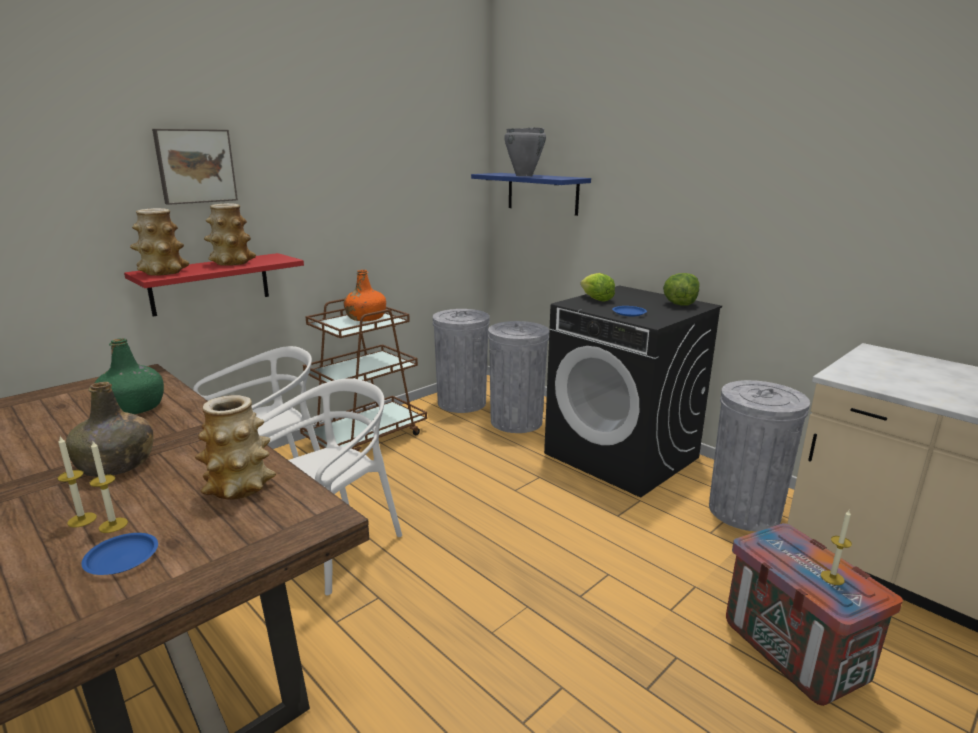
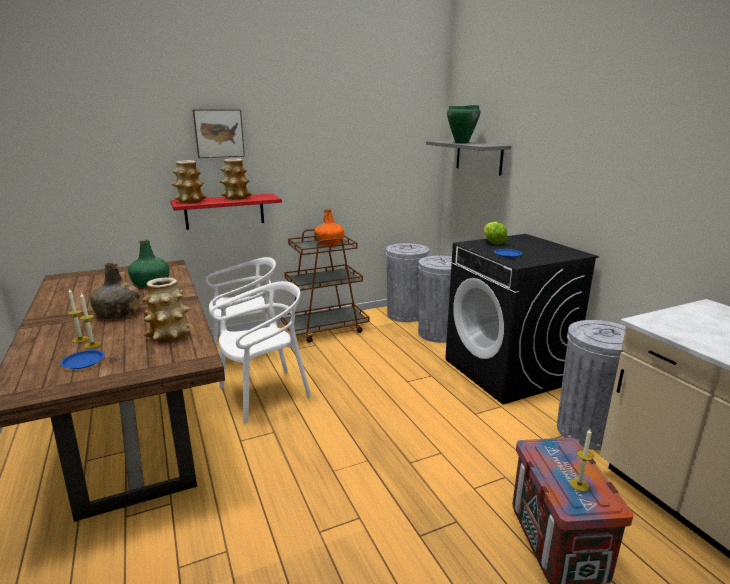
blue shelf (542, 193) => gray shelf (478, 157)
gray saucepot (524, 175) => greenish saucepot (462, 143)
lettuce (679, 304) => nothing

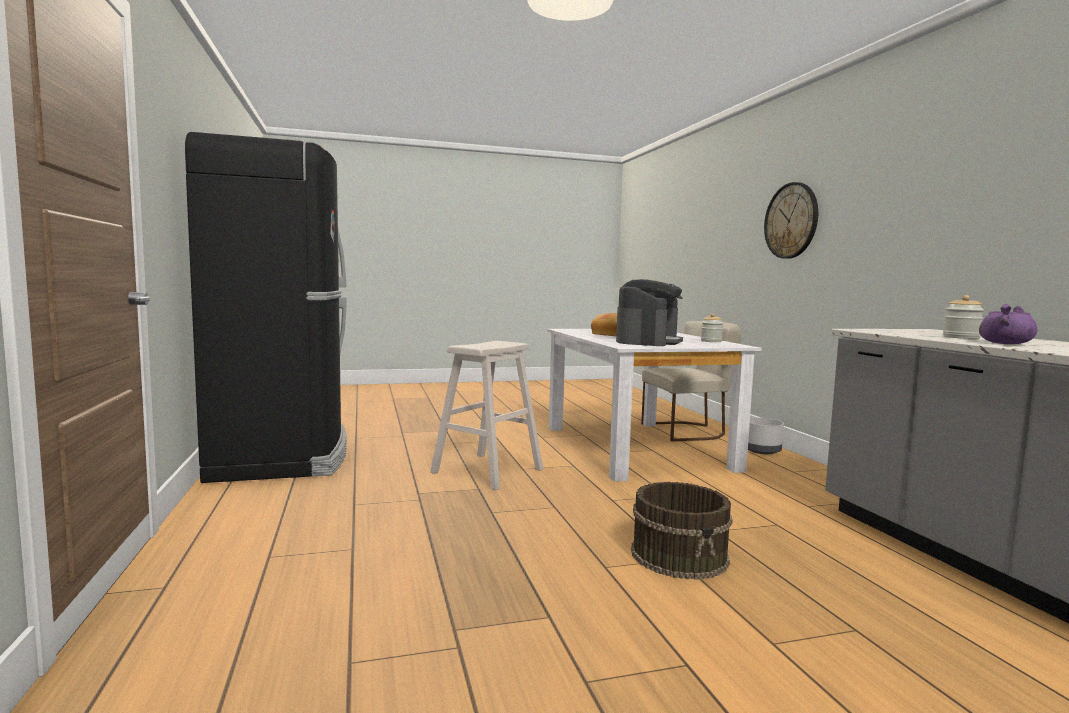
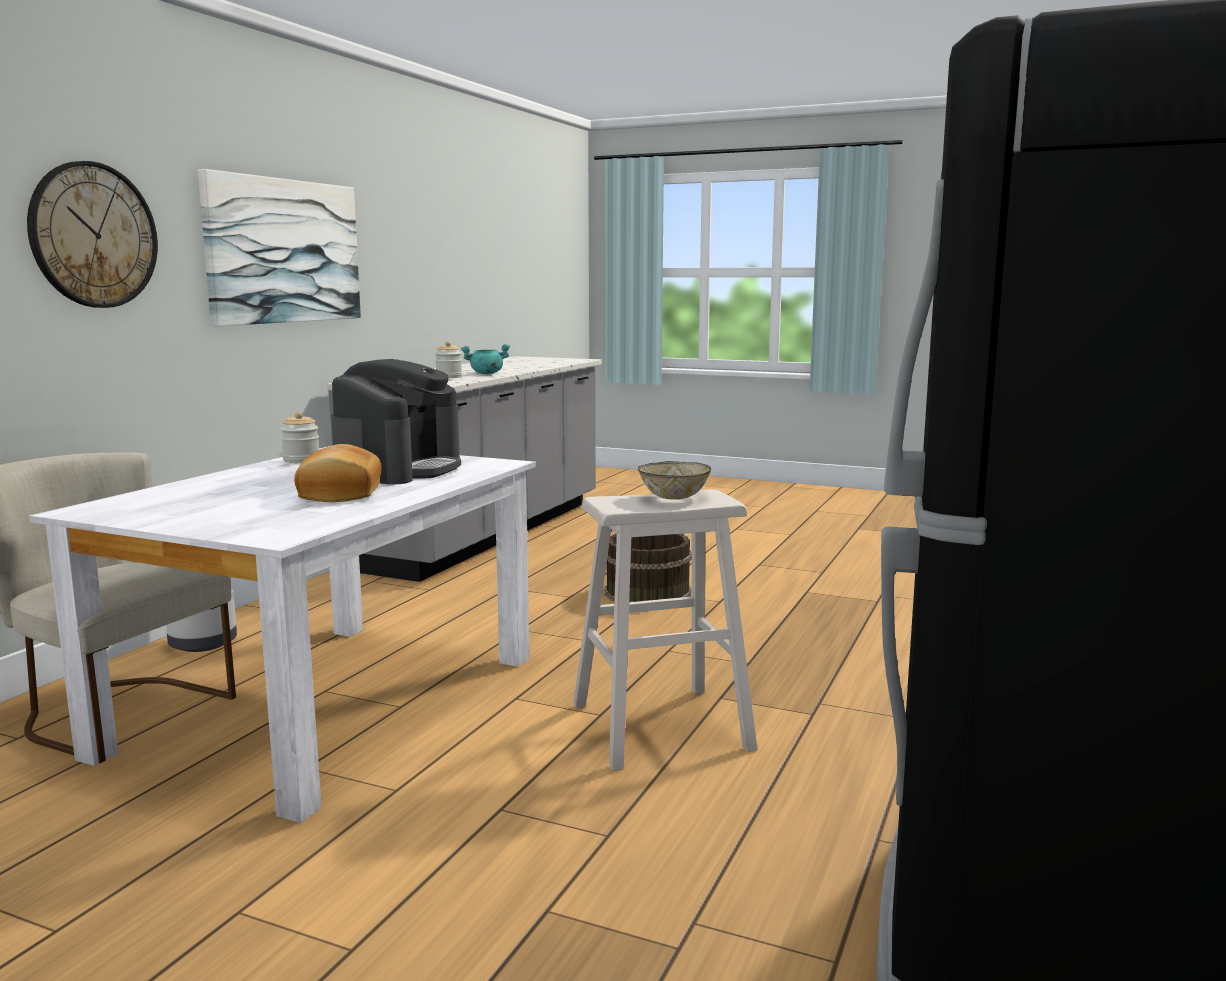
coffee machine (648, 341) => coffee machine (399, 469), 135 degrees clockwise
purplish saucepot (1005, 343) => turquoise-coloured saucepot (486, 373)
nothing => wall picture (284, 251)
nothing => serving bowl (673, 497)

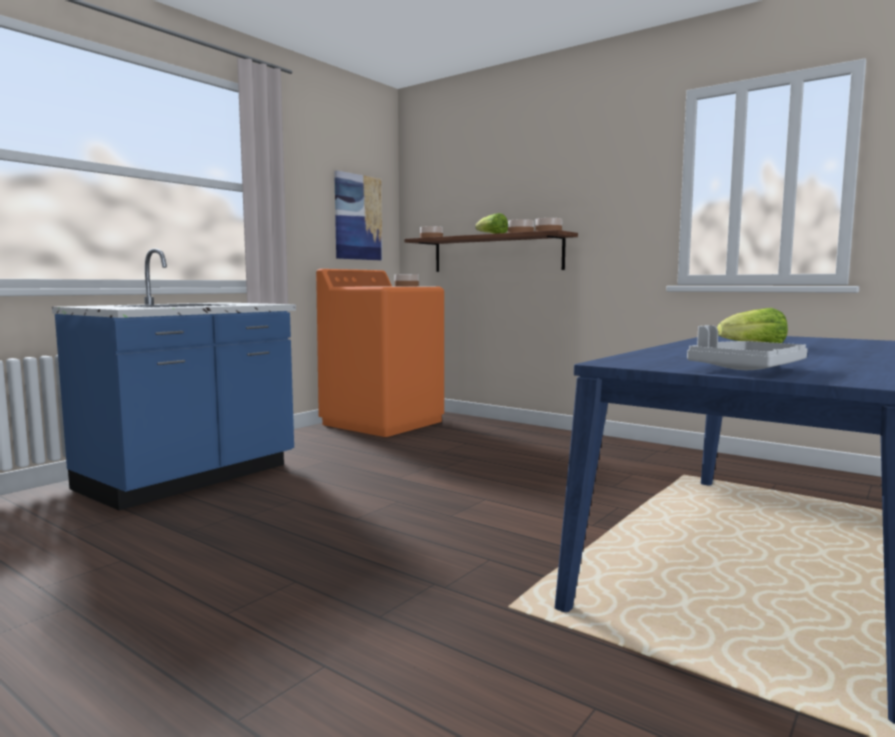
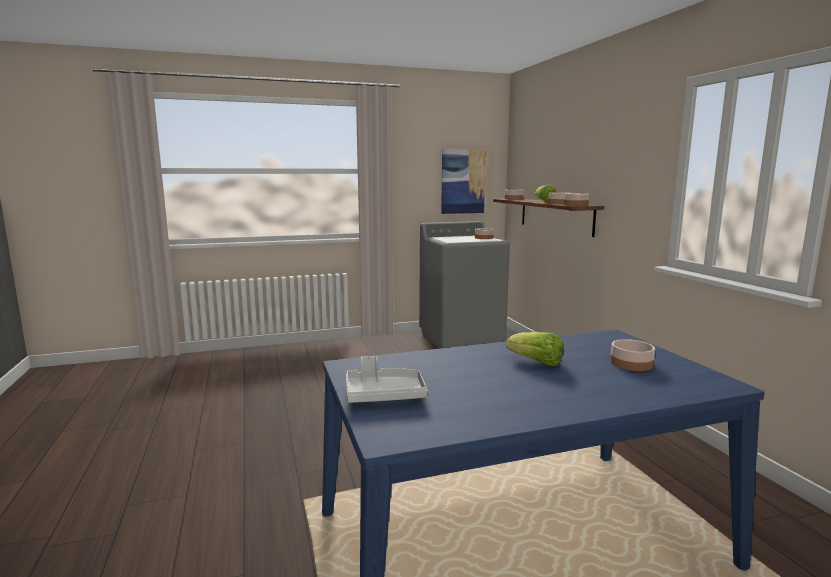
blue kitchen counter (189, 478) => nothing
orangey laundry appliance (383, 423) => gray laundry appliance (461, 338)
nothing => serving bowl (631, 364)

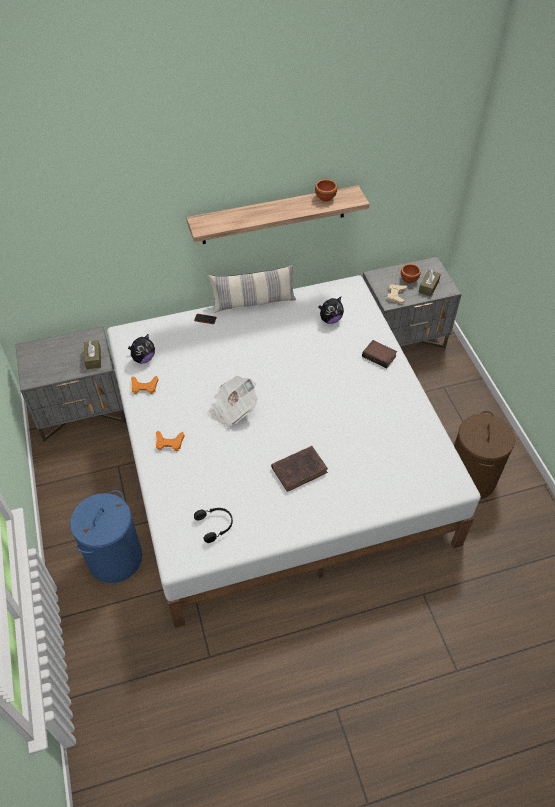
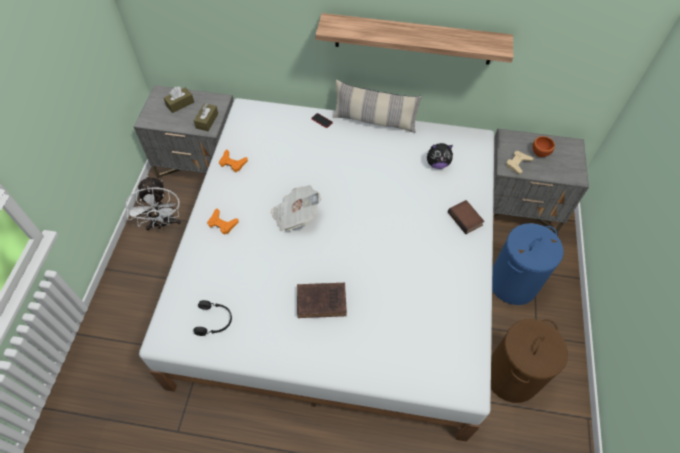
blue laundry basket (115, 557) => blue laundry basket (513, 282), relocated
cuddly toy (143, 358) => nothing
brownish serving bowl (325, 198) => nothing
brownish box of tissues (428, 287) => brownish box of tissues (180, 104), relocated
nothing => white-coloured fan (163, 224)

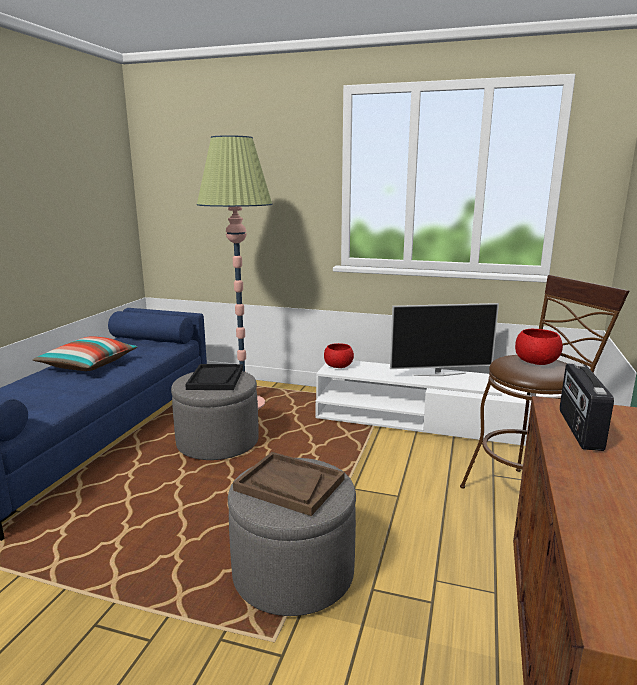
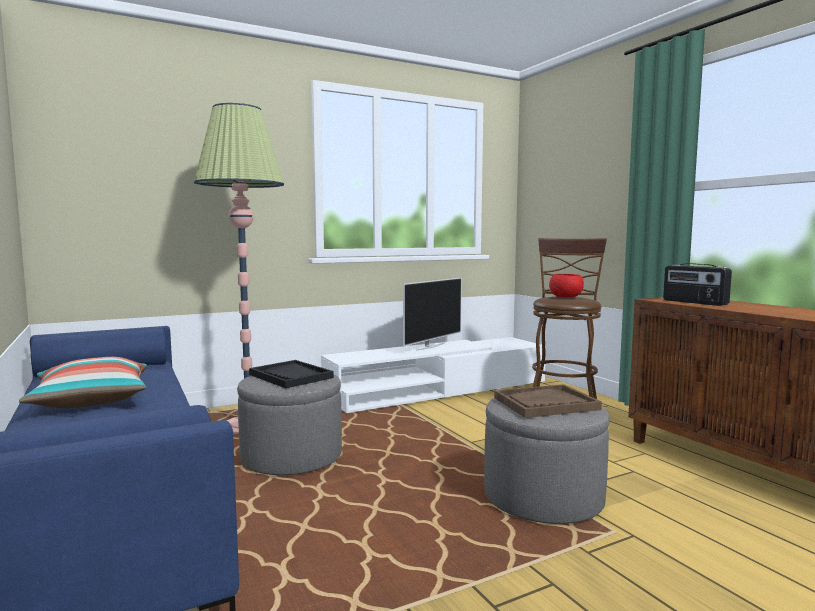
reddish serving bowl (338, 366) => nothing

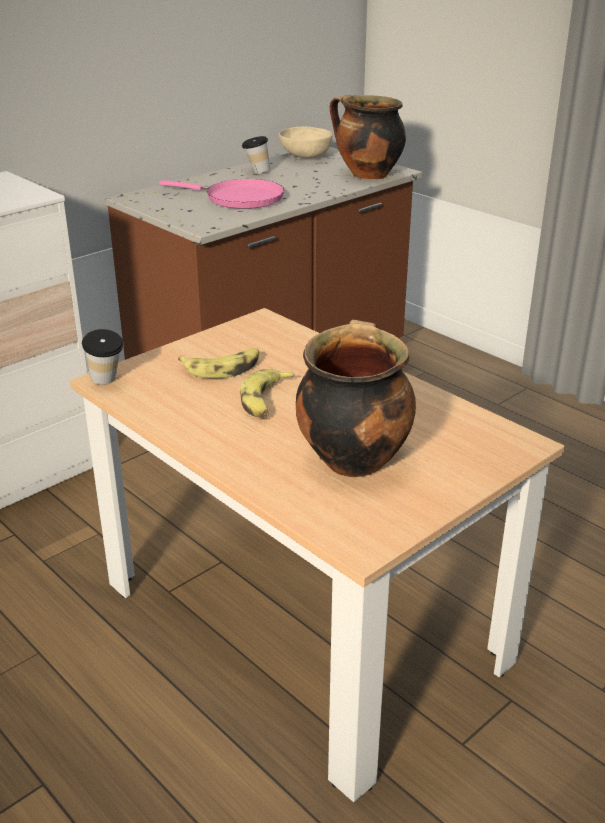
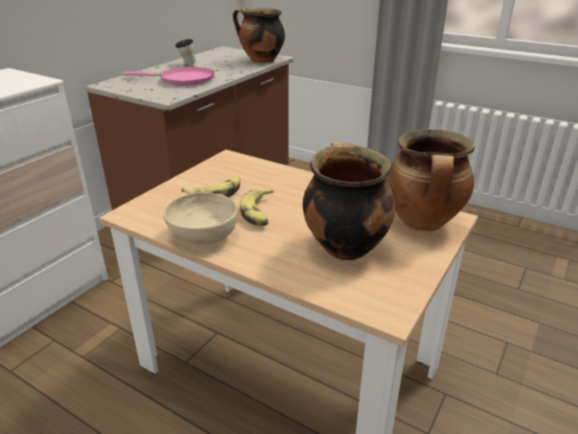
small cup (107, 382) => nothing
beige serving bowl (305, 156) => beige serving bowl (203, 235), relocated
nothing => saucepot (423, 223)

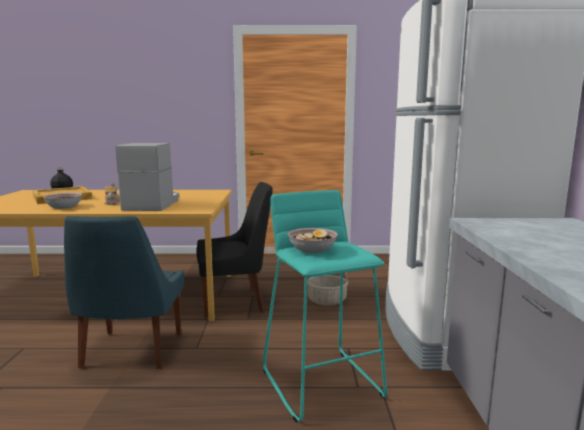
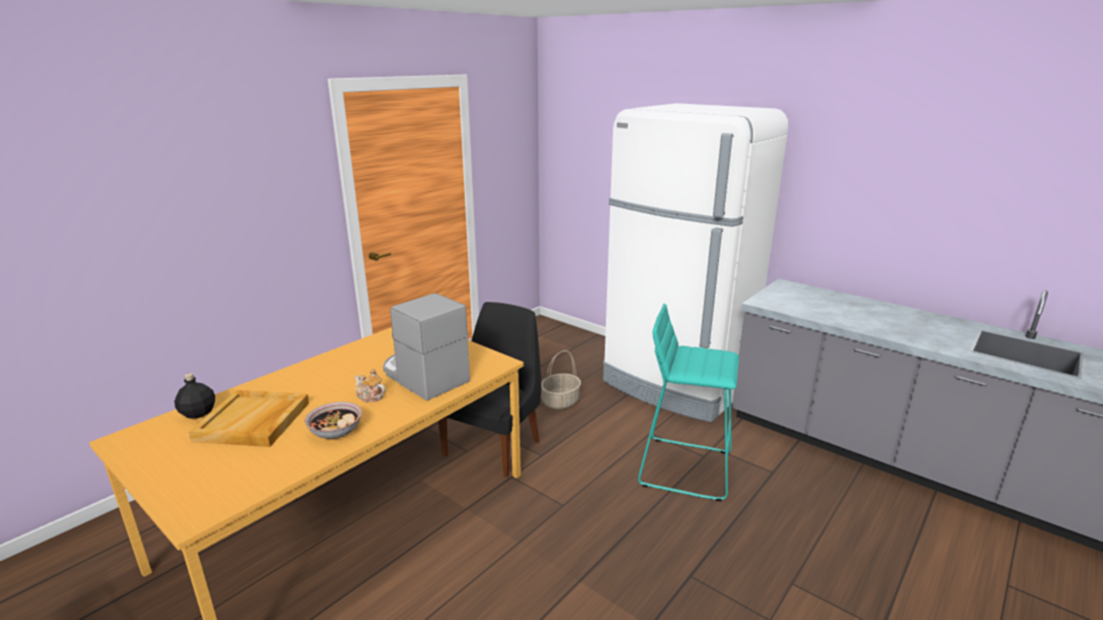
blue upright chair (131, 352) => nothing
serving bowl (312, 250) => nothing

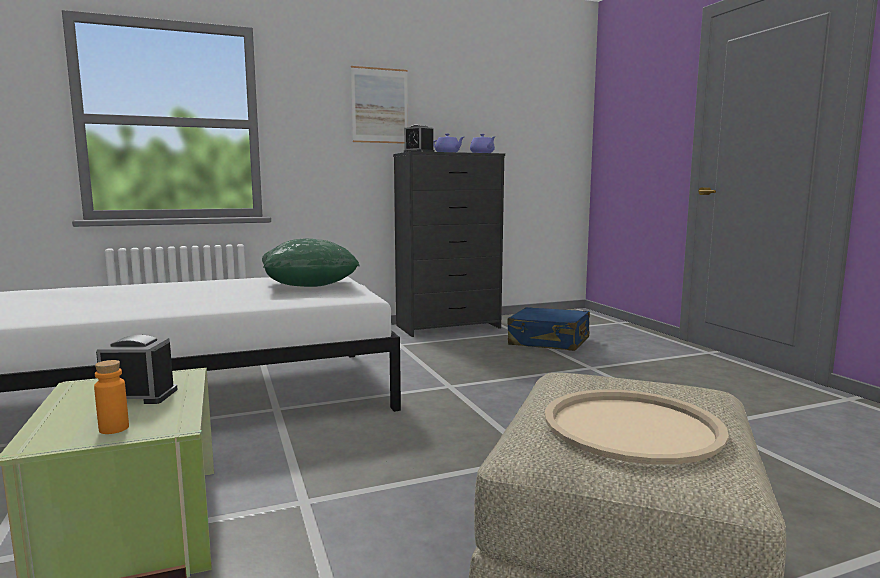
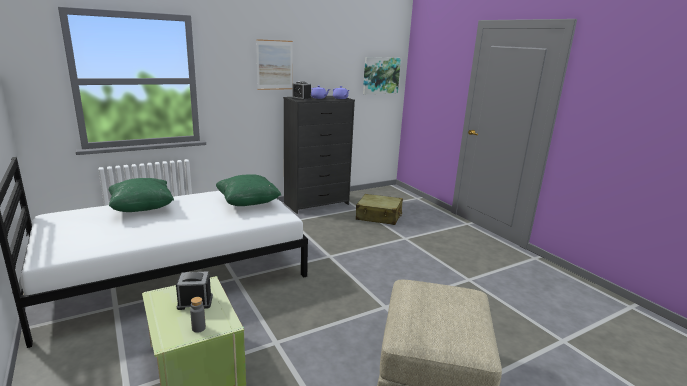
orangey drink bottle (114, 429) => gray drink bottle (198, 328)
blue travel case (549, 342) => beige travel case (379, 216)
beige tray (632, 427) => nothing
nothing => greenish pillow (142, 209)
nothing => wall picture (381, 75)

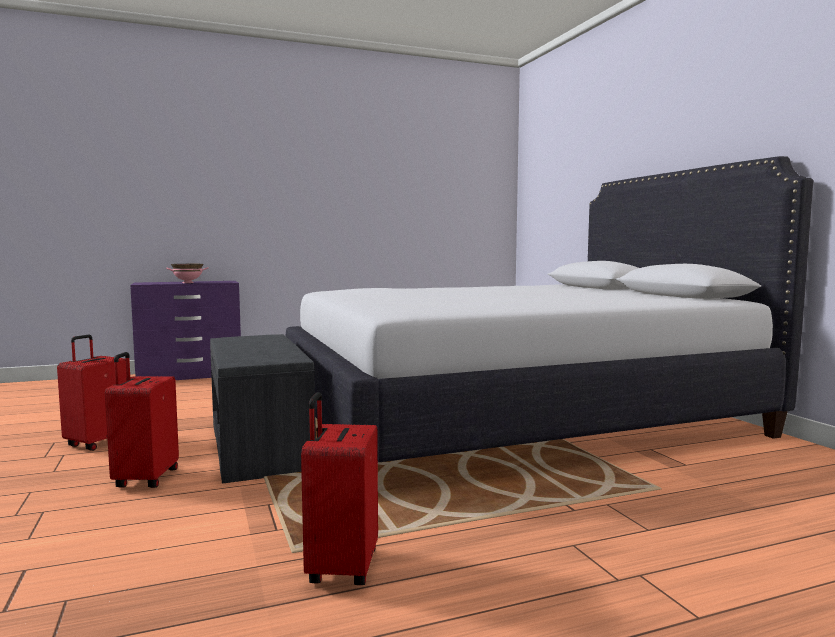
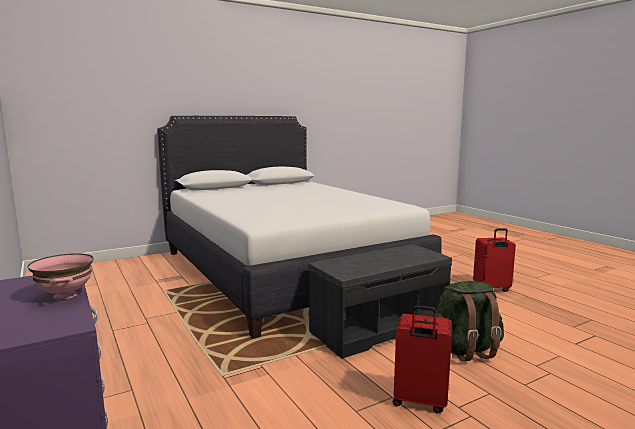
reddish travel case (145, 479) => greenish rucksack (465, 350)

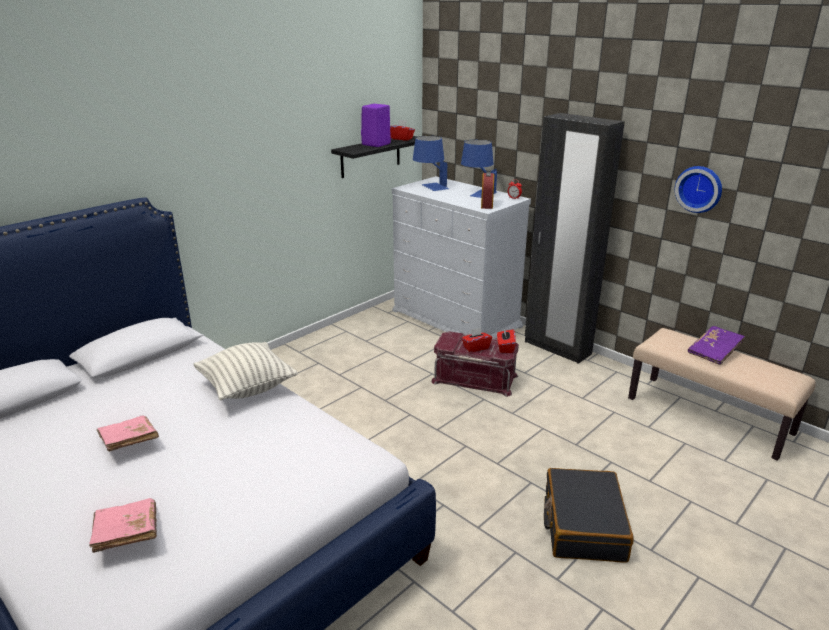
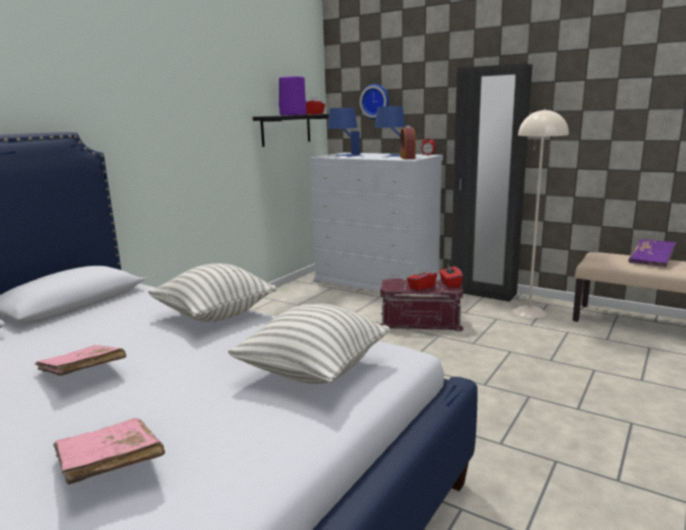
black travel case (583, 525) => nothing
hanging clock (699, 188) => hanging clock (375, 101), relocated
nothing => pillow (313, 371)
nothing => beige standard lamp (529, 312)

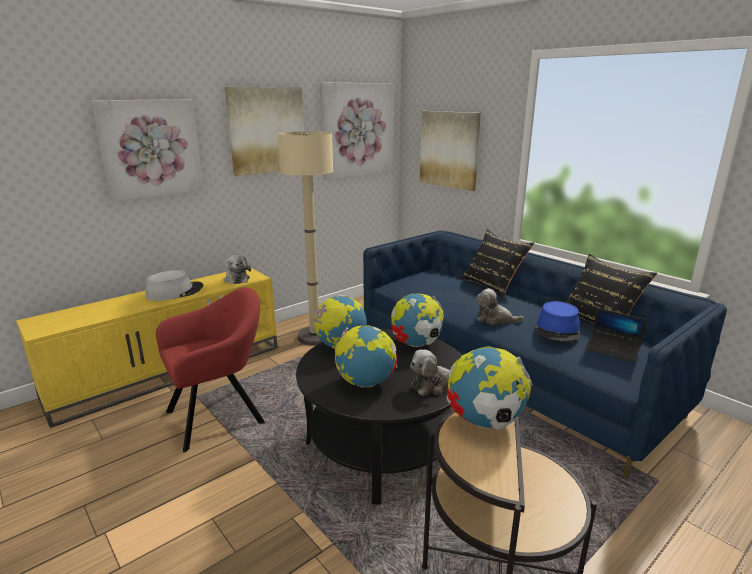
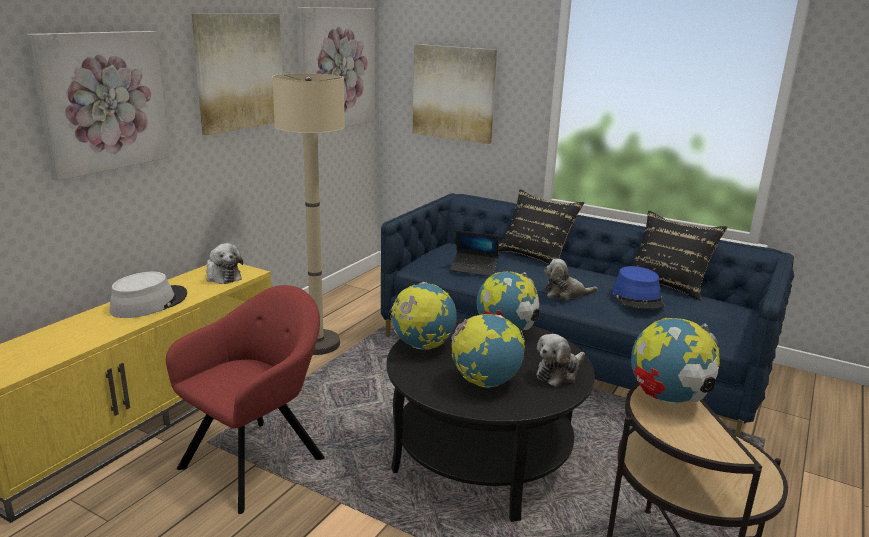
notebook computer (612, 350) => notebook computer (474, 269), relocated

